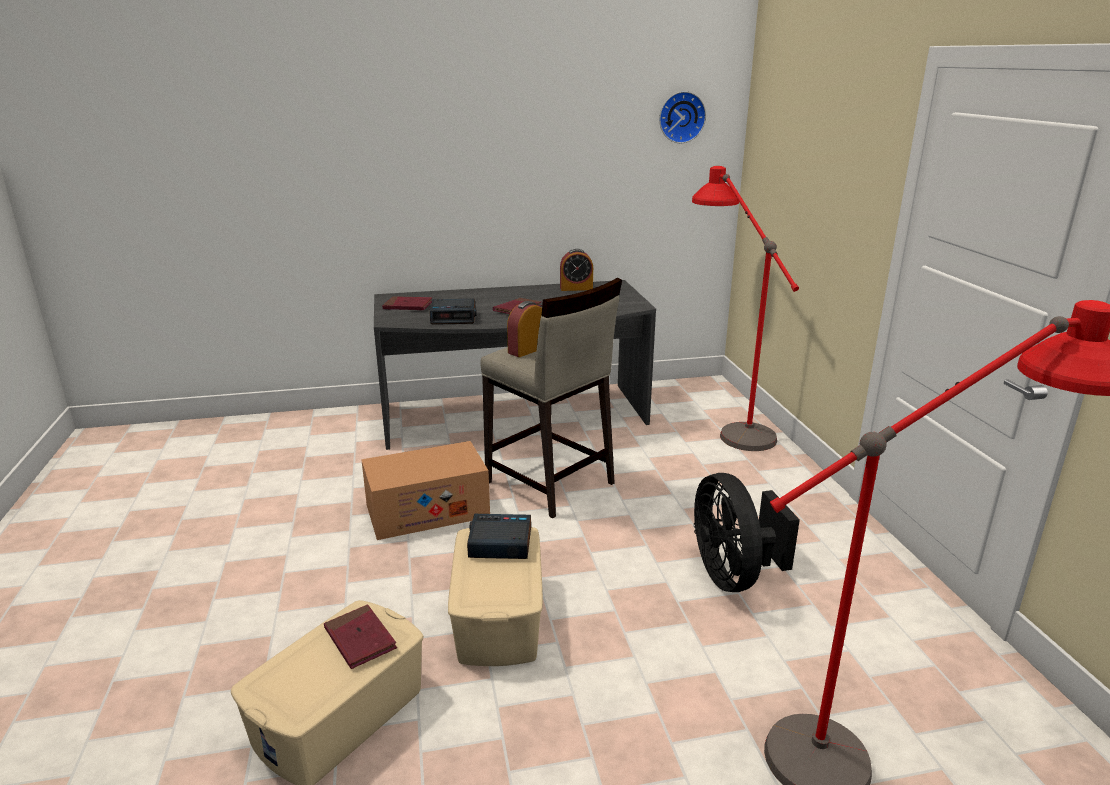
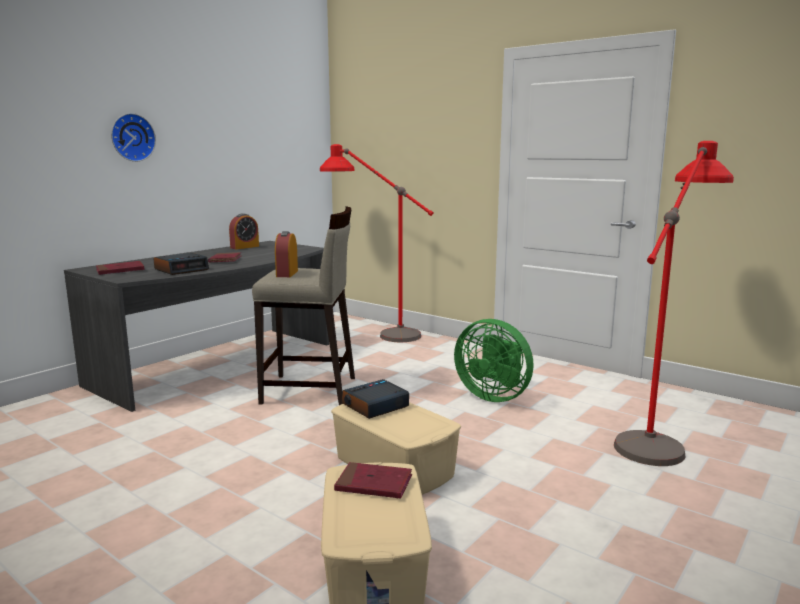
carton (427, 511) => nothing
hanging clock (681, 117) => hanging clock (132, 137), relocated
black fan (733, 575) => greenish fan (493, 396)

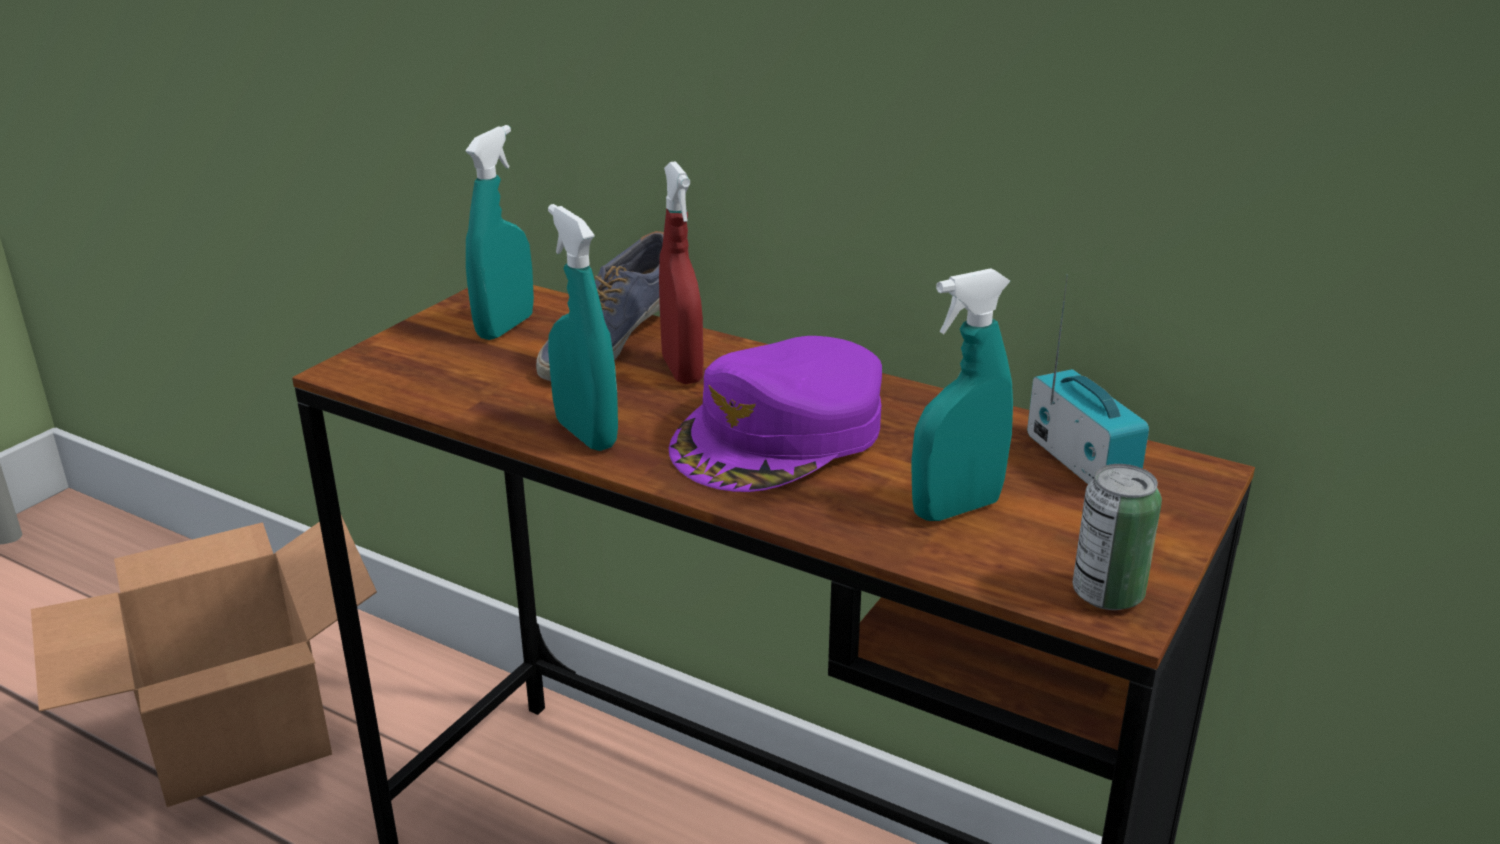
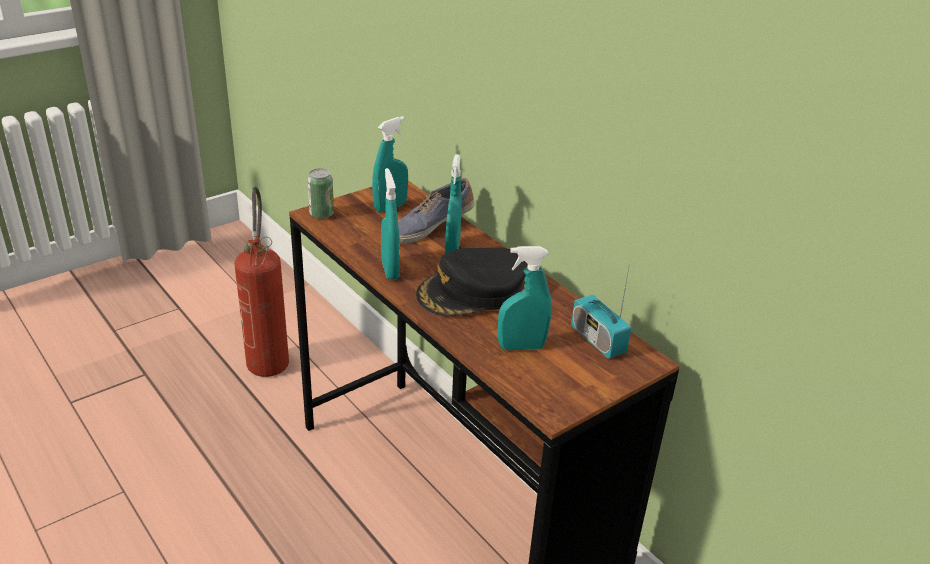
carton (240, 731) => fire-fighting cylinder (268, 357)
reddish sprayer (682, 370) => turquoise-coloured sprayer (452, 248)
purplish peaked cap (780, 435) => black peaked cap (472, 292)
radio set (1081, 461) => radio set (597, 340), 150 degrees clockwise
metal can (1107, 594) => metal can (321, 214), relocated

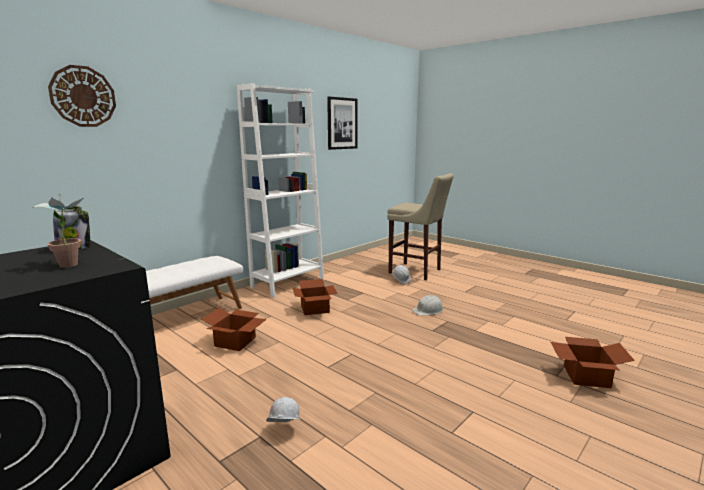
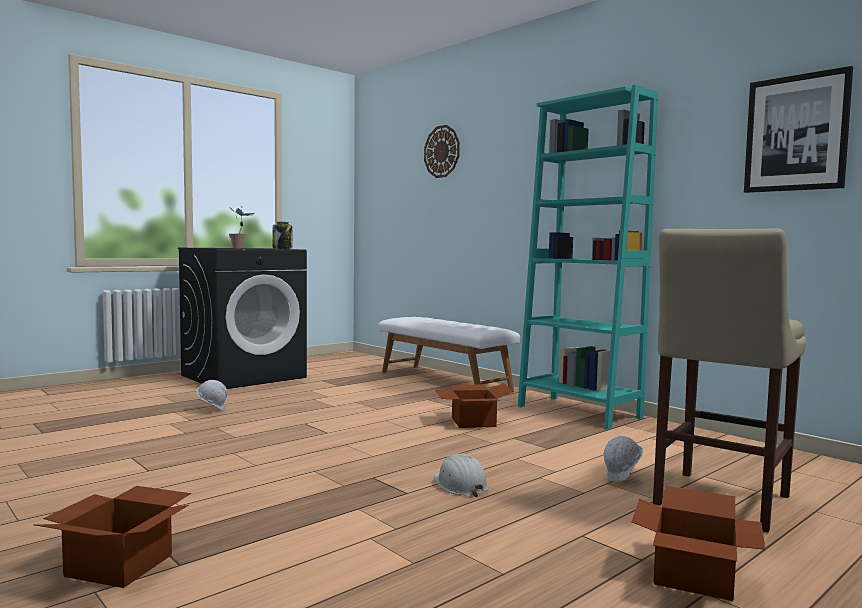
carton (236, 342) => carton (692, 577), relocated
white-coloured shelving unit (288, 283) => turquoise-coloured shelving unit (578, 411)

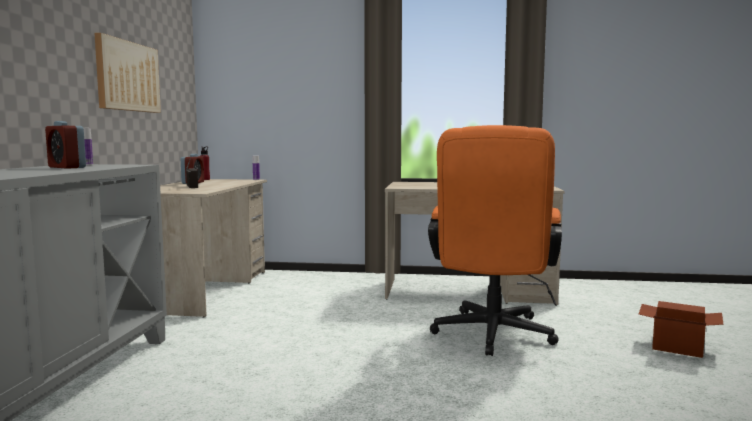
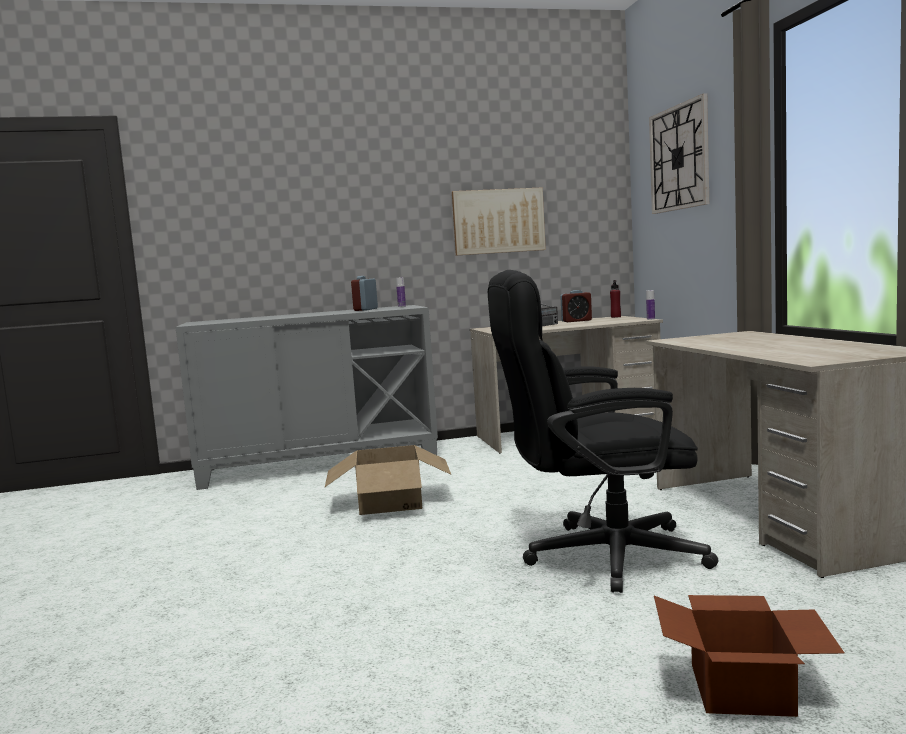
orangey computer chair (491, 336) => black computer chair (597, 556)
nothing => carton (390, 502)
nothing => hanging clock (679, 158)

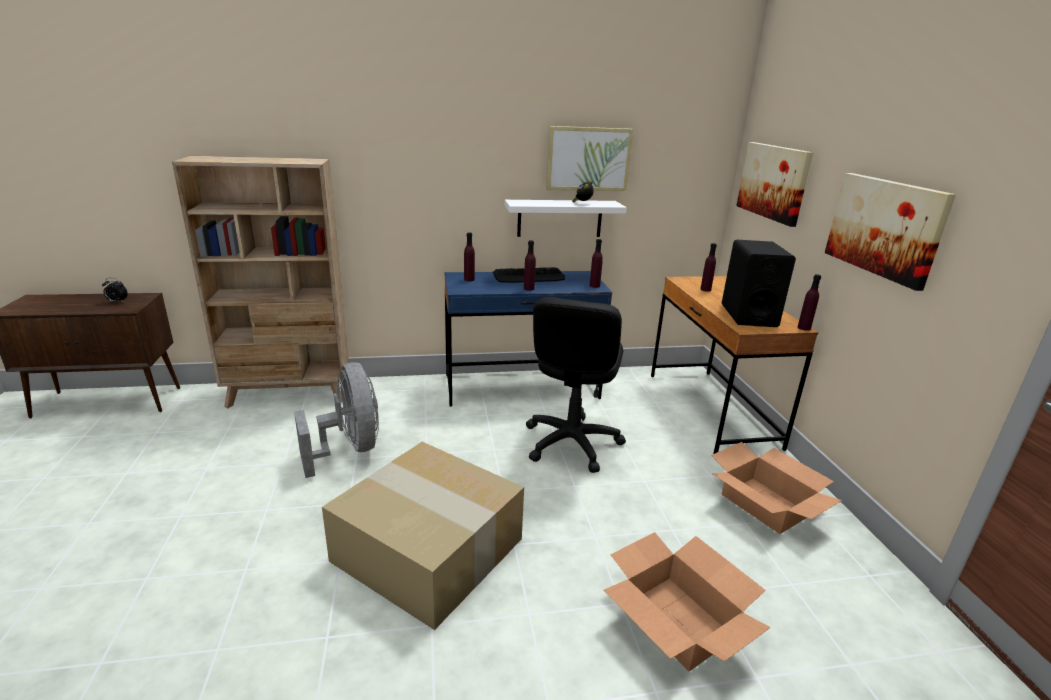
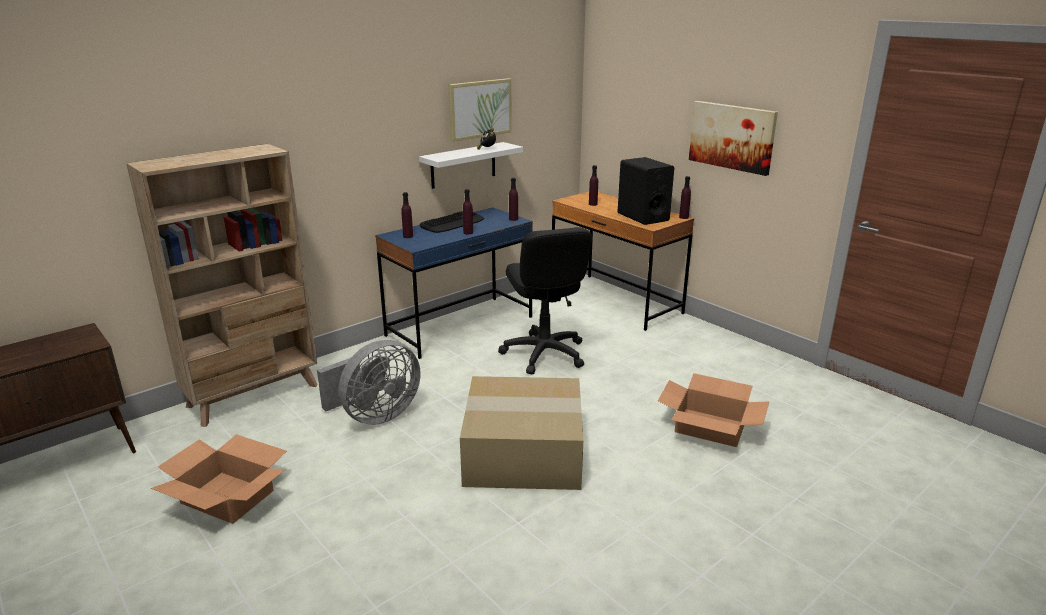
table clock (117, 302) => nothing
gray fan (349, 449) => gray fan (375, 416), 105 degrees clockwise
carton (765, 504) => carton (227, 496), relocated
wall picture (773, 182) => nothing

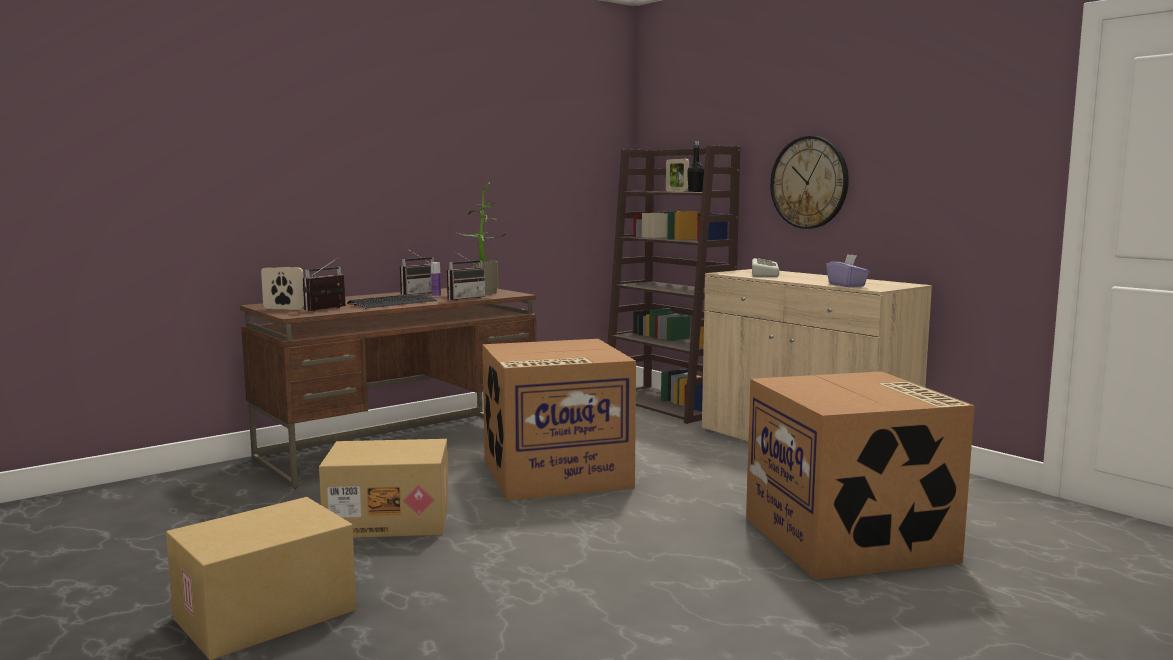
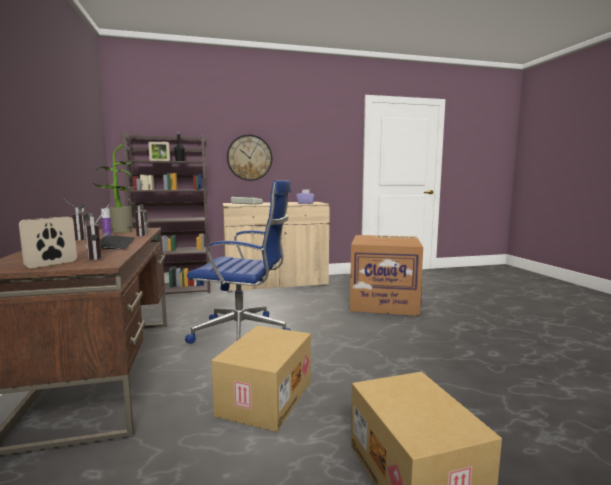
carton (554, 474) => blue computer chair (244, 334)

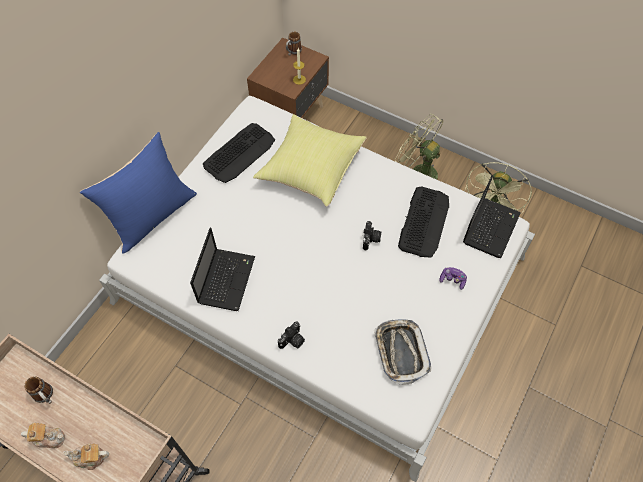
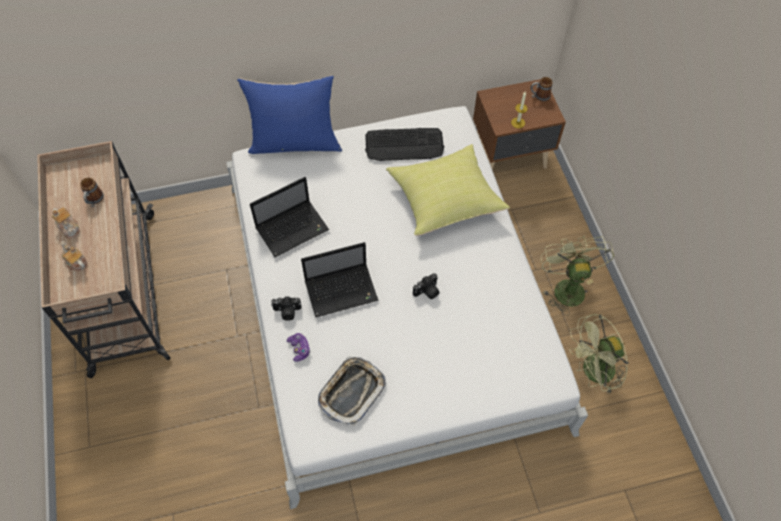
PC keyboard (424, 222) => nothing
gamepad (452, 280) => gamepad (299, 349), relocated
notebook computer (491, 227) => notebook computer (342, 290), relocated

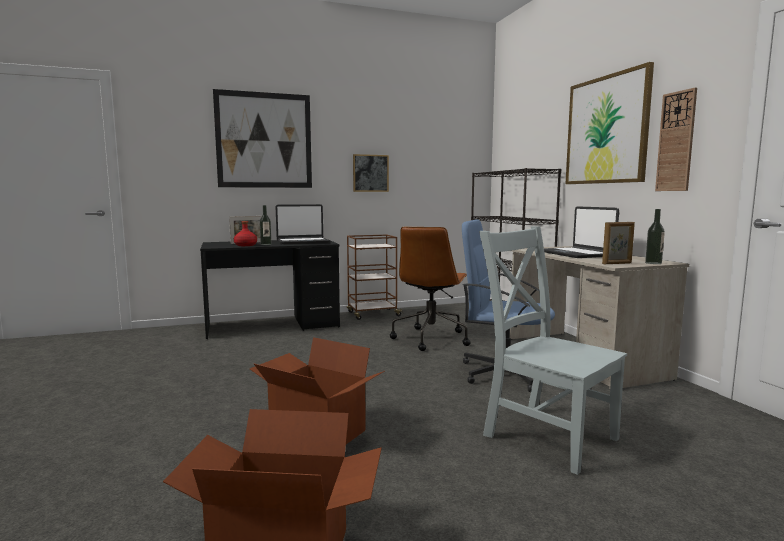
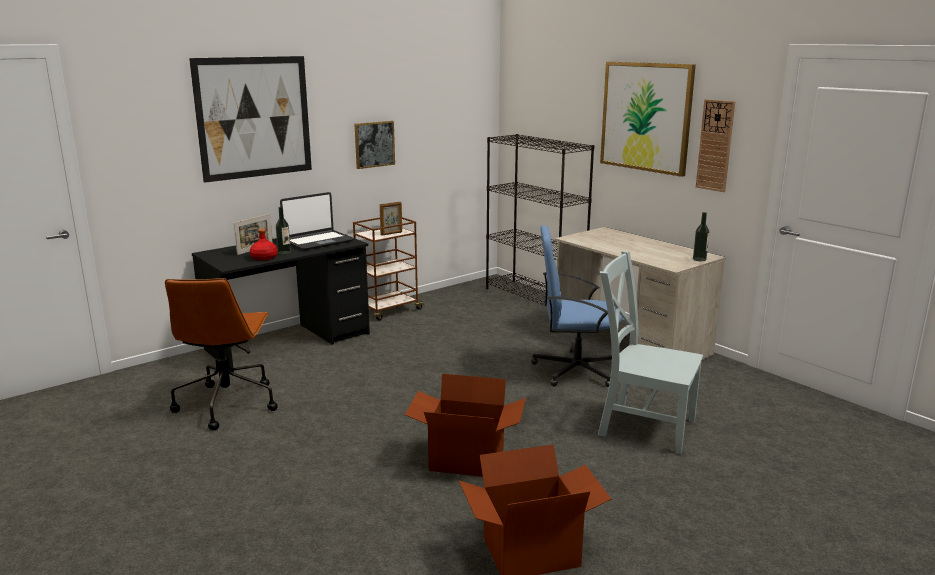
brownish computer chair (431, 338) => brownish computer chair (227, 403), relocated
notebook computer (576, 254) => nothing
photo frame (617, 263) => photo frame (391, 233), relocated

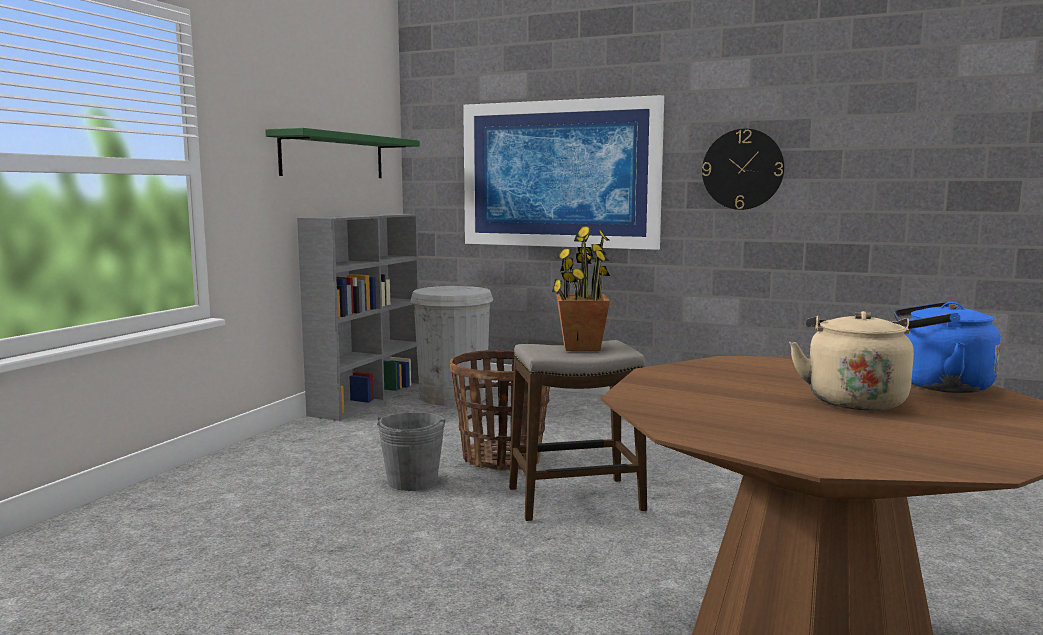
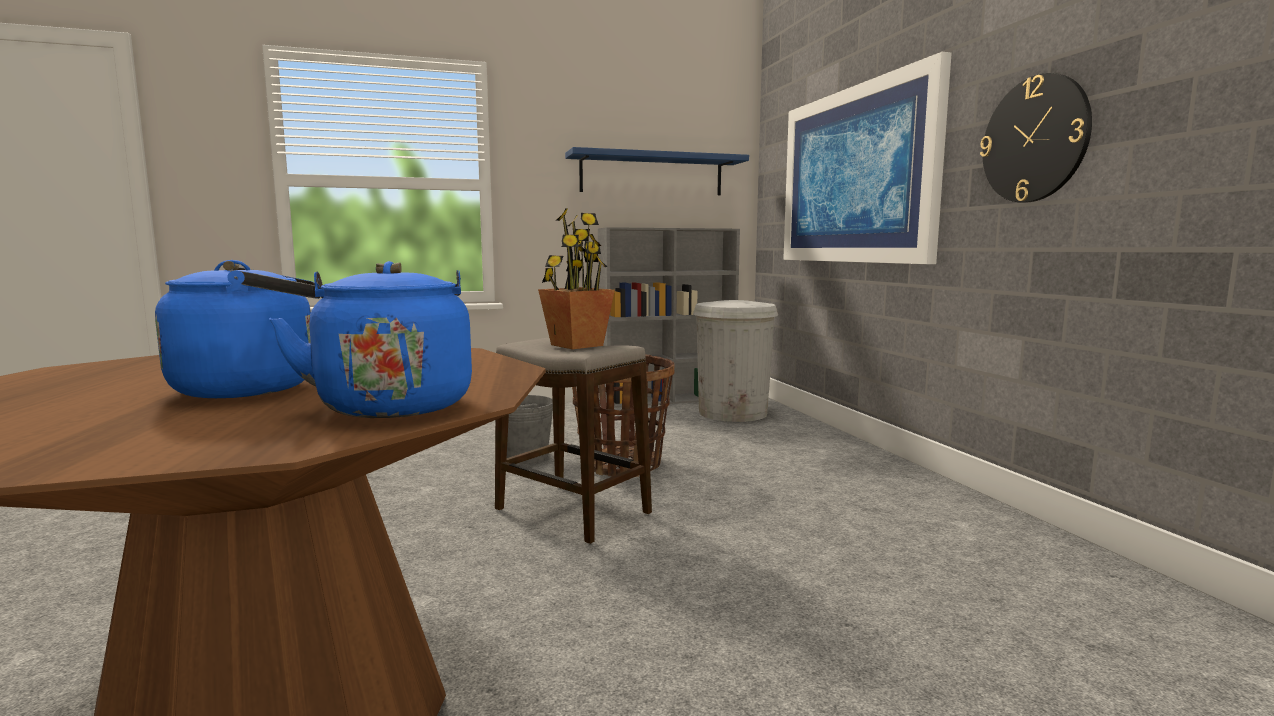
greenish shelf (333, 156) => blue shelf (652, 175)
beige tea kettle (853, 400) => blue tea kettle (256, 388)

